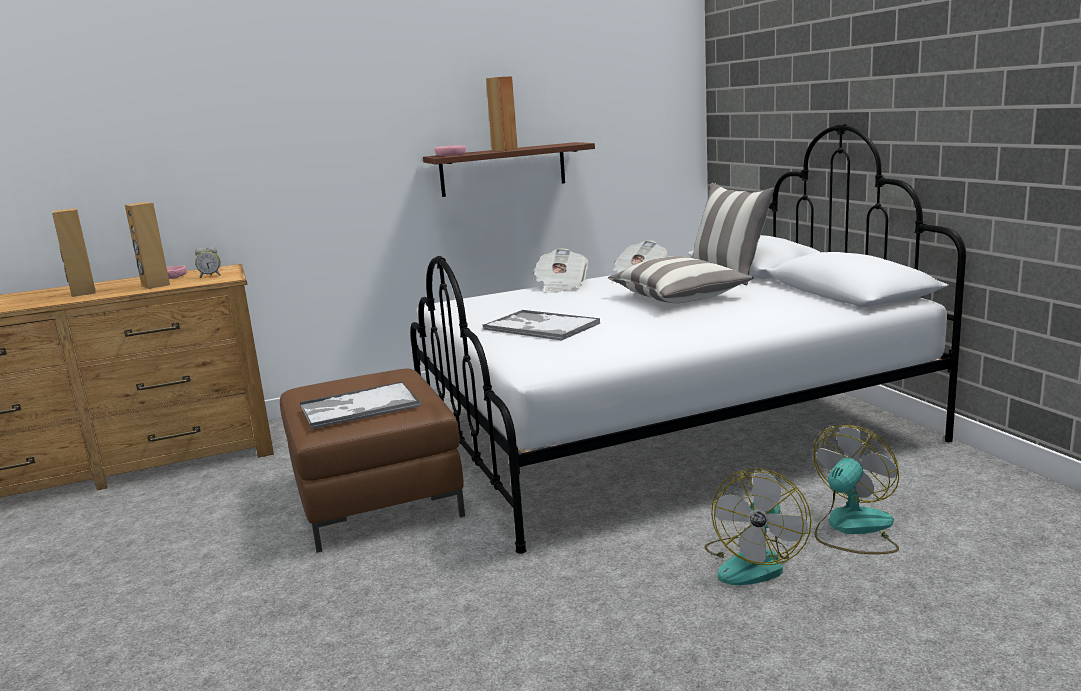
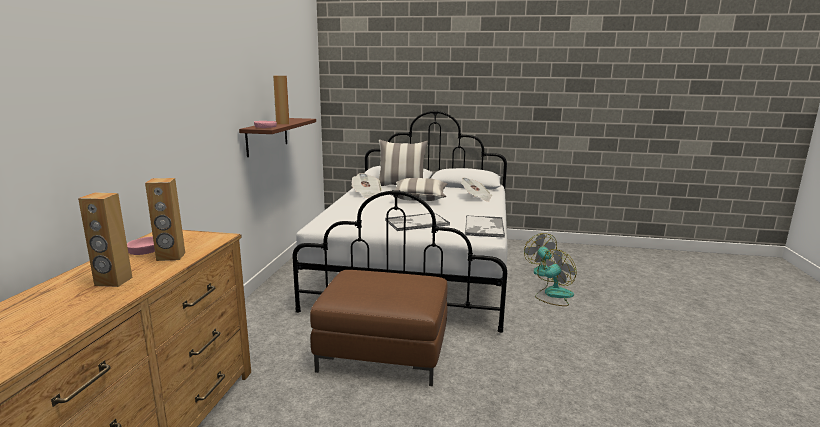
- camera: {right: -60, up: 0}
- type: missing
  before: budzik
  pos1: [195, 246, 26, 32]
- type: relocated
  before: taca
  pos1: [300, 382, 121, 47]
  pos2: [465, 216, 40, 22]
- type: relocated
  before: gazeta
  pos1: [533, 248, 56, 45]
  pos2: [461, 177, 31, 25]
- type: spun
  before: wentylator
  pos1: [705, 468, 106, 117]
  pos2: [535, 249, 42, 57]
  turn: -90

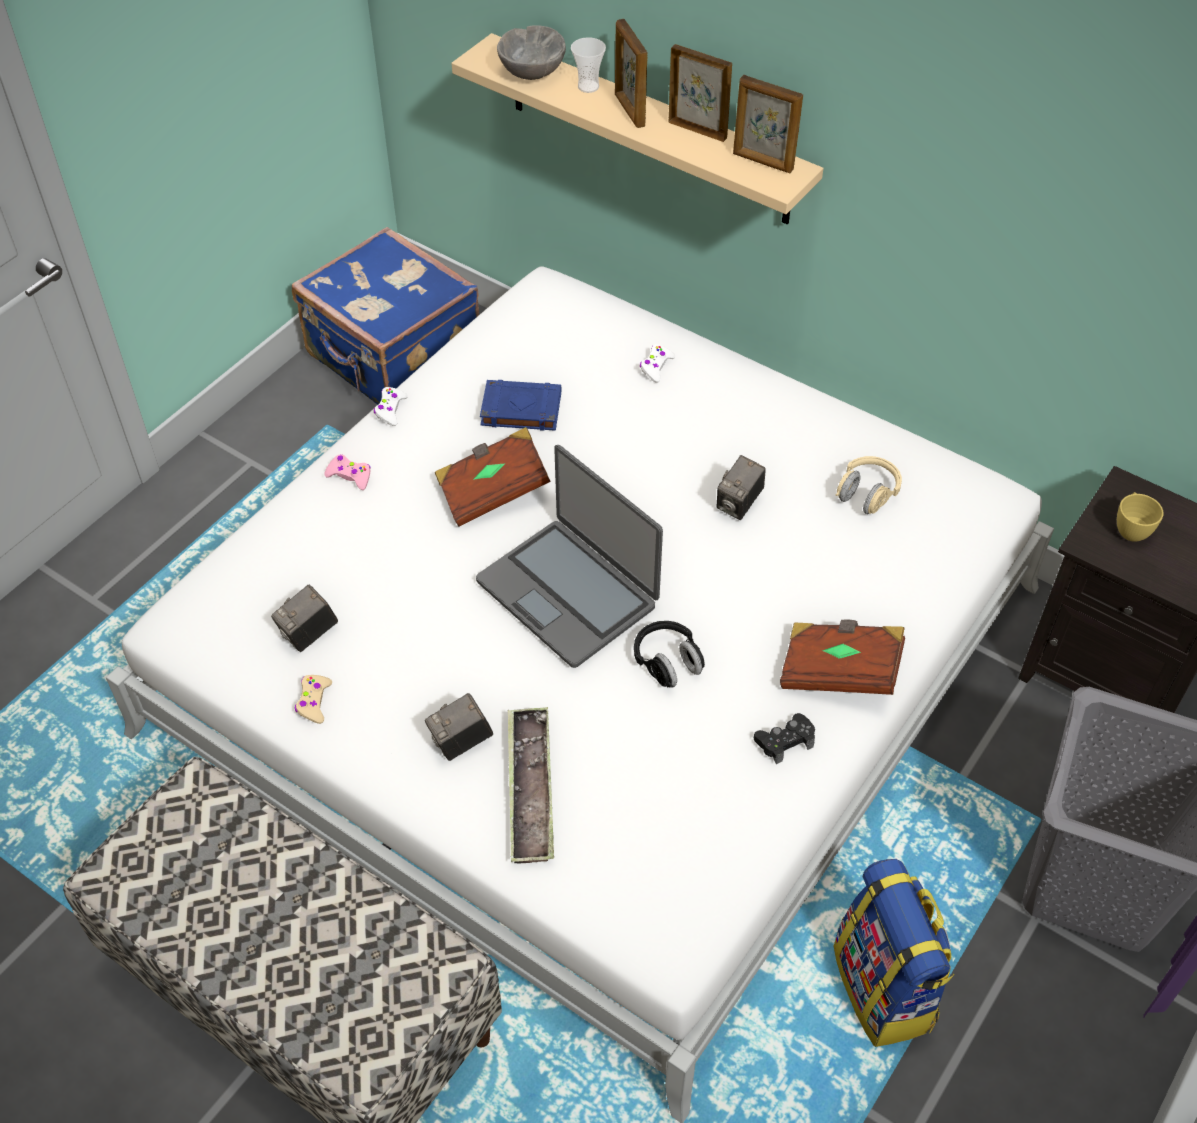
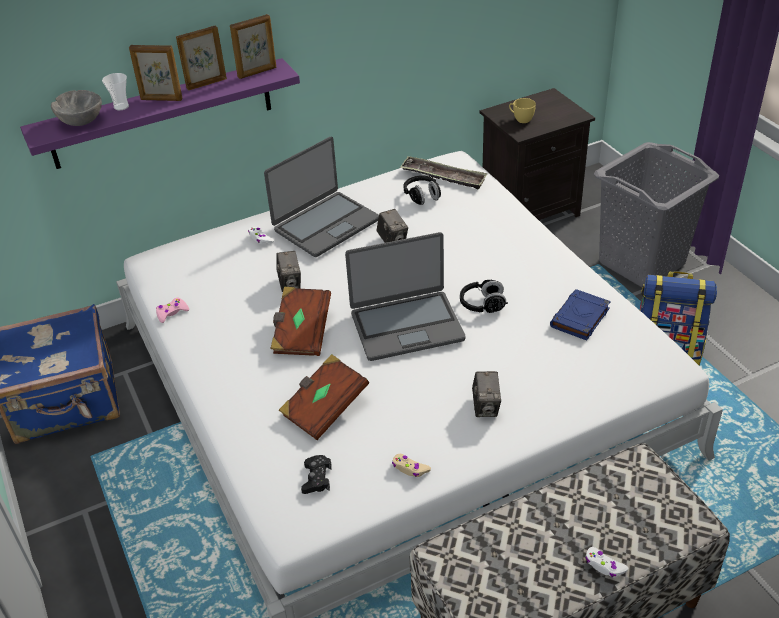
- camera: {right: -60, up: -10}
- type: appeared
  after: laptop
  pos2: [264, 137, 115, 120]
- type: relocated
  before: aparat fotograficzny
  pos1: [271, 585, 67, 67]
  pos2: [276, 251, 25, 41]
- type: relocated
  before: pad do gier [różowy]
  pos1: [324, 454, 47, 36]
  pos2: [156, 298, 33, 25]
- type: relocated
  before: pad do gier [biały]
  pos1: [374, 387, 34, 39]
  pos2: [585, 547, 44, 31]
- type: relocated
  before: książka [niebieski]
  pos1: [480, 380, 81, 51]
  pos2: [550, 289, 61, 52]
- type: relocated
  before: taca
  pos1: [508, 707, 46, 156]
  pos2: [400, 156, 87, 33]
- type: relocated
  before: pad do gier [czarny]
  pos1: [754, 713, 61, 51]
  pos2: [301, 455, 31, 39]
- type: relocated
  before: książka [brązowy]
  pos1: [780, 619, 125, 76]
  pos2: [279, 354, 90, 86]
- type: colour
  before: półka [beżowy]
  after: półka [fioletowy]
  pos1: [451, 33, 373, 192]
  pos2: [20, 58, 280, 111]
- type: colour
  before: słuchawki [beżowy]
  after: słuchawki [czarny]
  pos1: [836, 456, 66, 58]
  pos2: [404, 176, 37, 29]

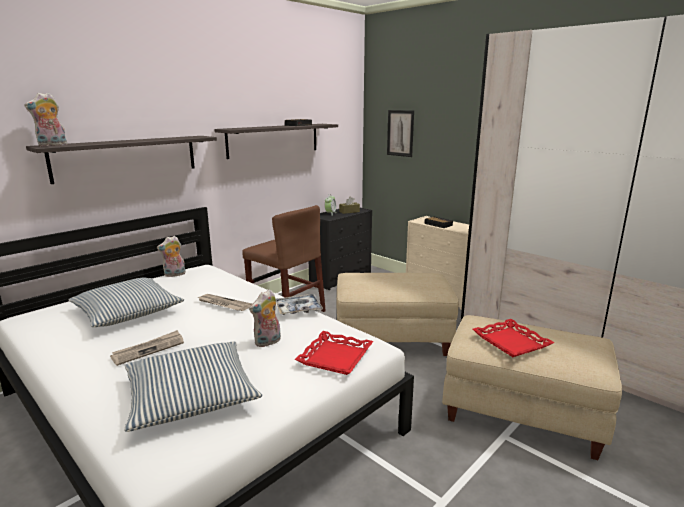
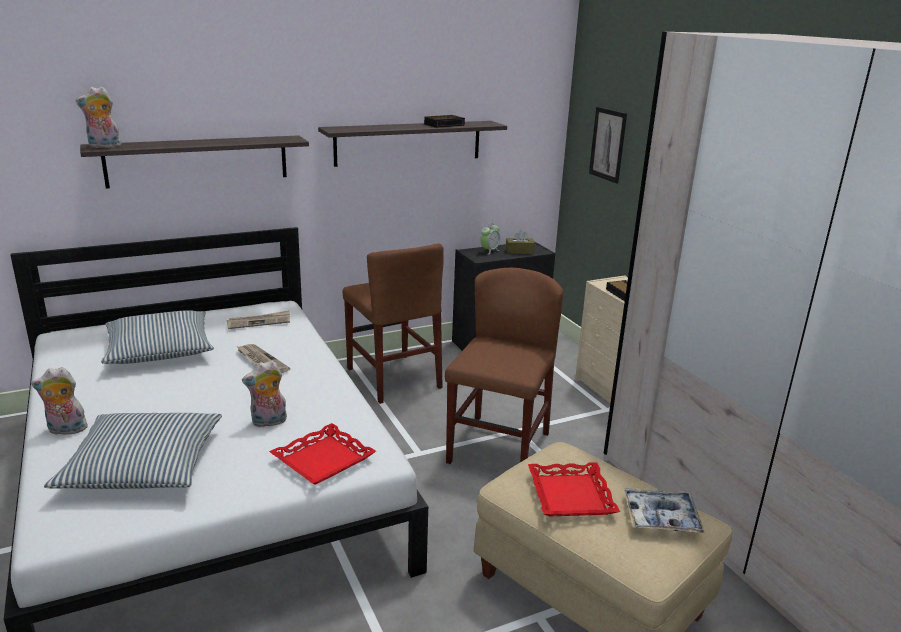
- camera: {right: 20, up: 5}
- type: relocated
  before: gazeta
  pos1: [110, 330, 74, 36]
  pos2: [227, 310, 63, 19]
- type: relocated
  before: pluszak
  pos1: [157, 236, 29, 41]
  pos2: [31, 367, 57, 68]
- type: relocated
  before: taca
  pos1: [276, 294, 47, 21]
  pos2: [624, 488, 81, 46]
- type: exchanged
  before: pufa [beżowy]
  after: krzesło [brązowy]
  pos1: [336, 273, 123, 83]
  pos2: [445, 268, 118, 196]

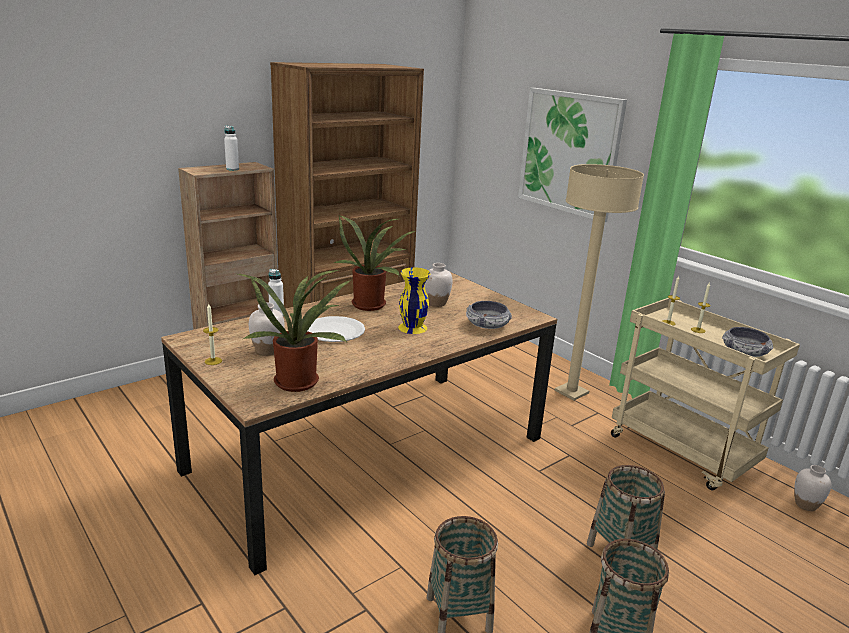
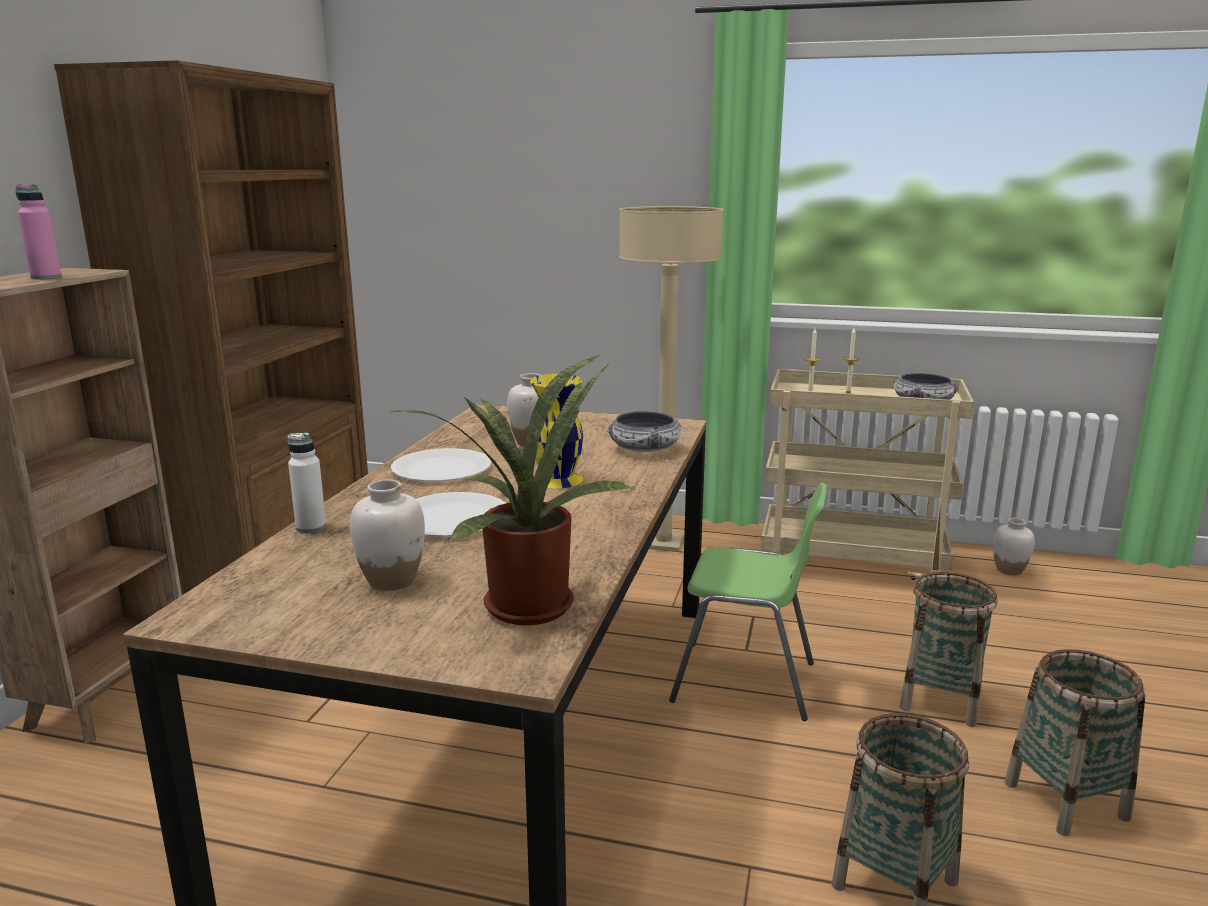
- camera: {right: -35, up: -5}
- type: missing
  before: świeca
  pos1: [203, 304, 19, 61]
- type: missing
  before: obraz
  pos1: [518, 88, 109, 134]
- type: appeared
  after: krzesło [zielony]
  pos2: [669, 482, 158, 239]
- type: exchanged
  before: roślina doniczkowa
  after: talerz [biały]
  pos1: [334, 215, 81, 96]
  pos2: [391, 448, 101, 34]
- type: colour
  before: butelka [biały]
  after: butelka [różowy]
  pos1: [224, 126, 15, 45]
  pos2: [15, 184, 47, 96]

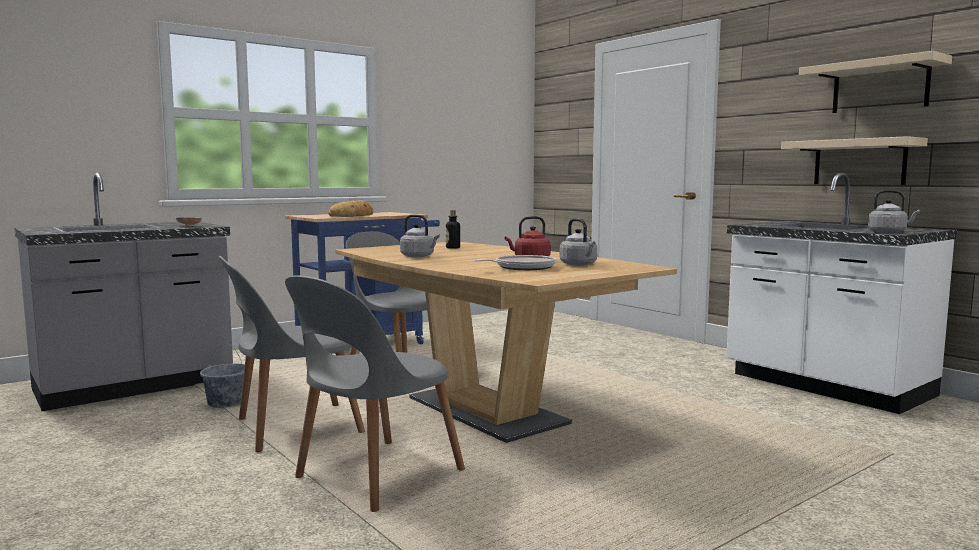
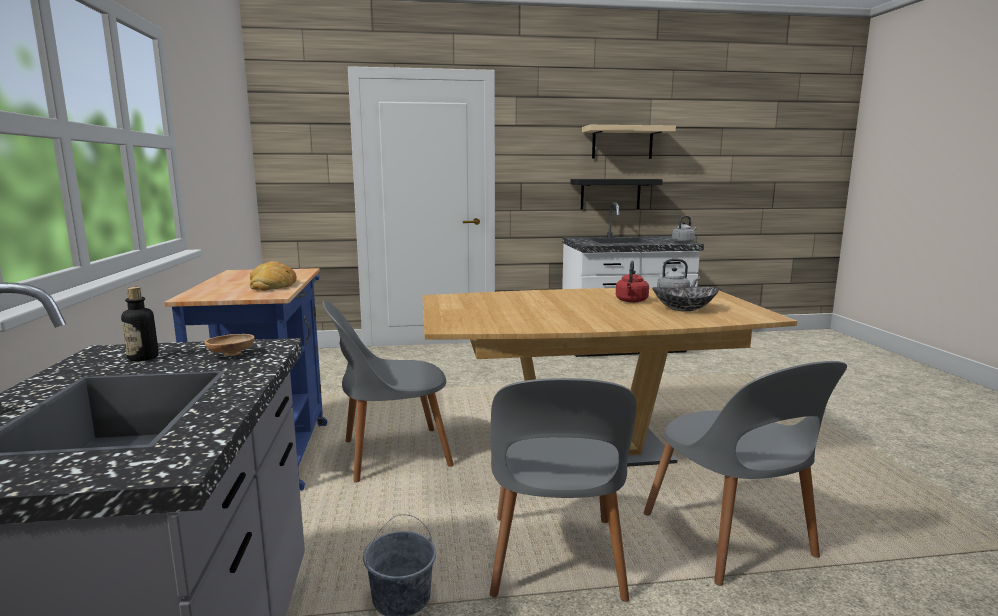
- camera: {right: -60, up: 5}
- type: missing
  before: czajnik [szary]
  pos1: [400, 214, 40, 43]
- type: relocated
  before: butelka
  pos1: [446, 210, 14, 39]
  pos2: [121, 287, 38, 74]
- type: exchanged
  before: patelnia
  after: miska
  pos1: [474, 255, 82, 15]
  pos2: [652, 287, 67, 24]
- type: colour
  before: półka [beżowy]
  after: półka [czarny]
  pos1: [781, 136, 147, 49]
  pos2: [570, 179, 93, 30]

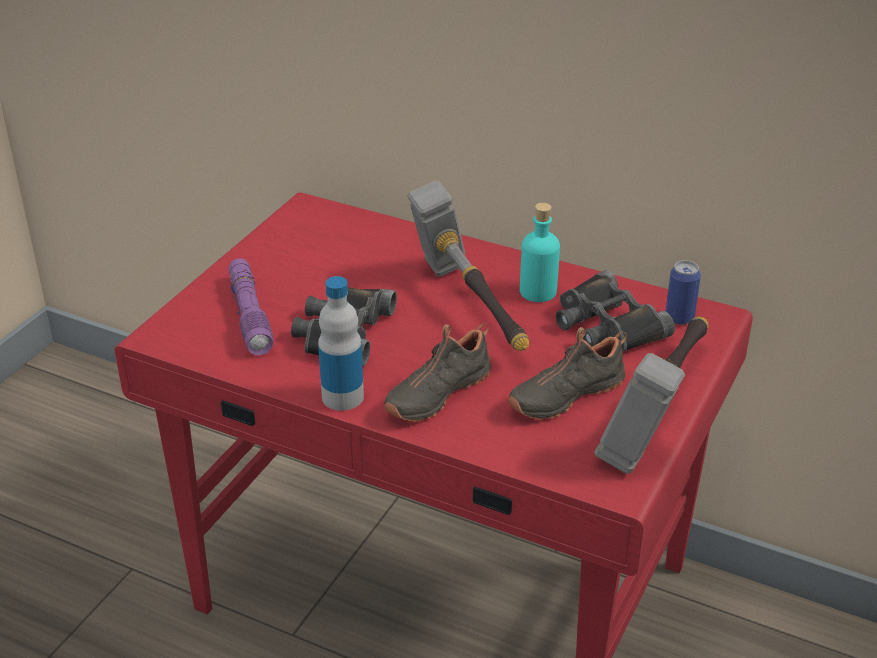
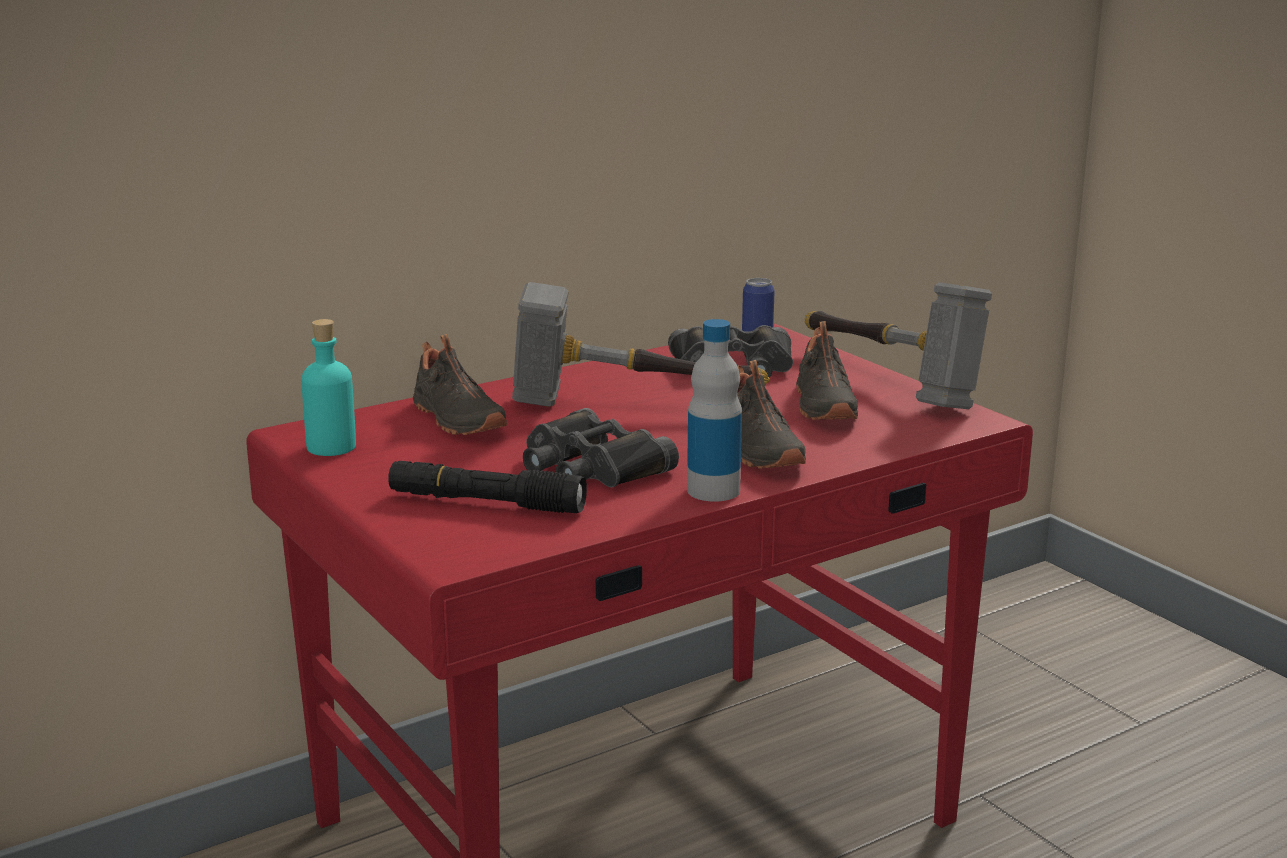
- camera: {right: -60, up: -15}
- type: appeared
  after: but [czarny]
  pos2: [413, 334, 94, 101]
- type: relocated
  before: butelka [turkusowy]
  pos1: [520, 203, 40, 99]
  pos2: [301, 319, 55, 137]
- type: colour
  before: latarka [fioletowy]
  after: latarka [czarny]
  pos1: [228, 258, 45, 97]
  pos2: [388, 461, 199, 52]

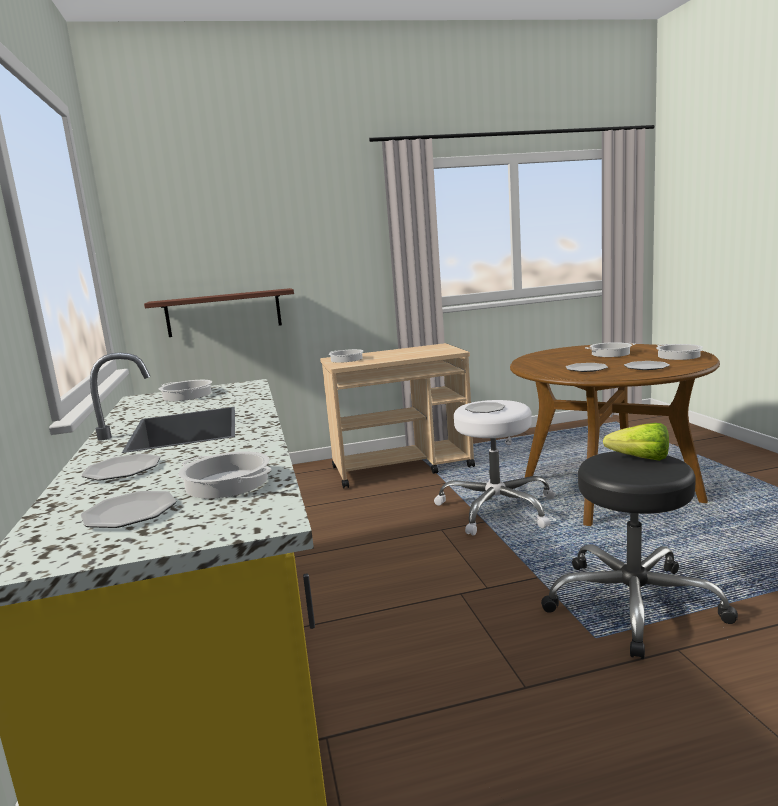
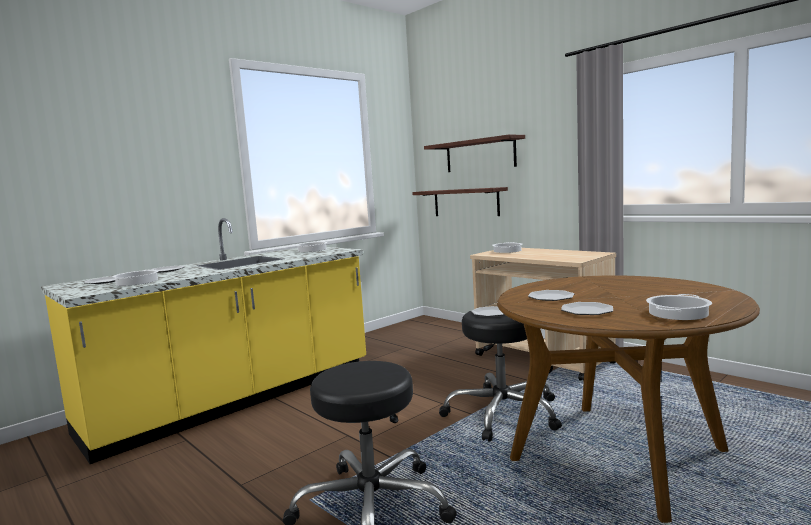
- camera: {right: 60, up: -5}
- type: missing
  before: garnek
  pos1: [585, 342, 51, 15]
- type: missing
  before: sałata
  pos1: [603, 423, 66, 38]
- type: appeared
  after: półka
  pos2: [424, 134, 101, 38]
- type: colour
  before: stołek [biały]
  after: stołek [czarny]
  pos1: [434, 400, 121, 136]
  pos2: [439, 311, 123, 131]

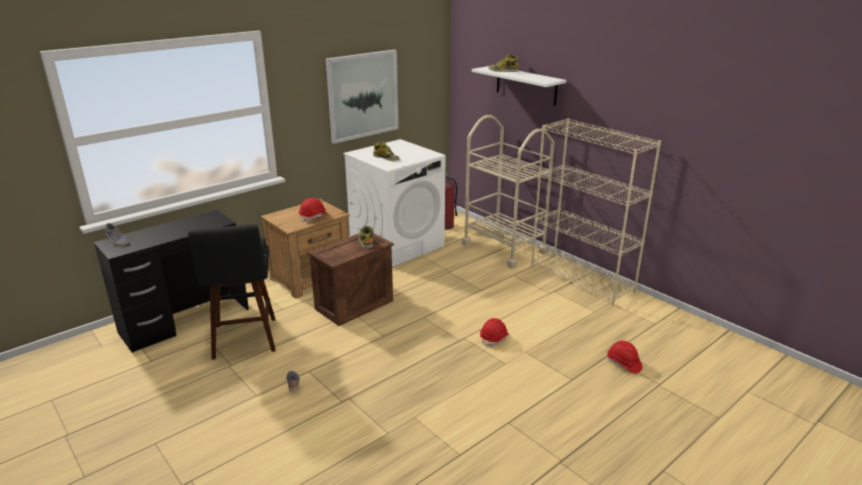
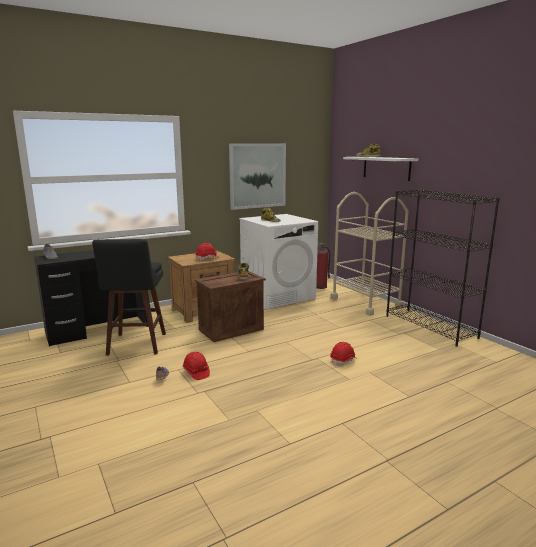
- camera: {right: 10, up: -10}
- type: relocated
  before: kask [czerwony]
  pos1: [607, 341, 36, 33]
  pos2: [183, 352, 27, 28]
- type: colour
  before: regał [beżowy]
  after: regał [czarny]
  pos1: [531, 118, 130, 188]
  pos2: [386, 189, 114, 158]

